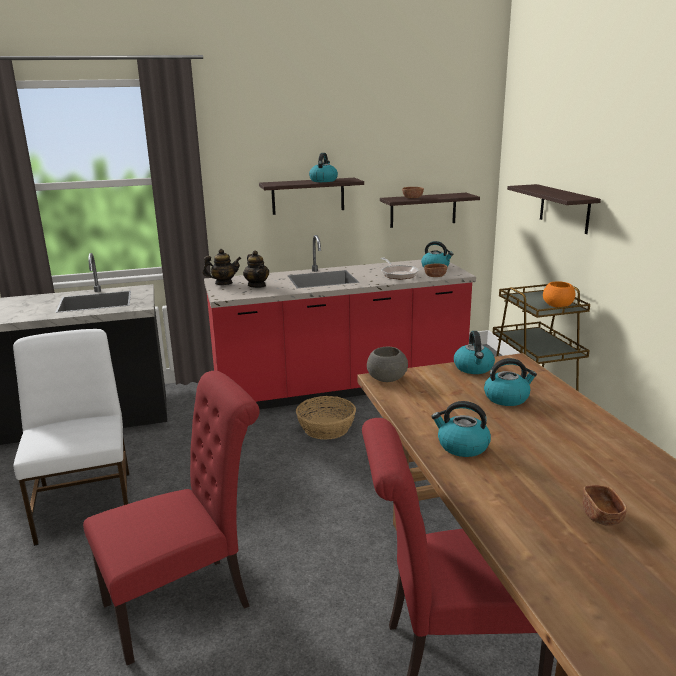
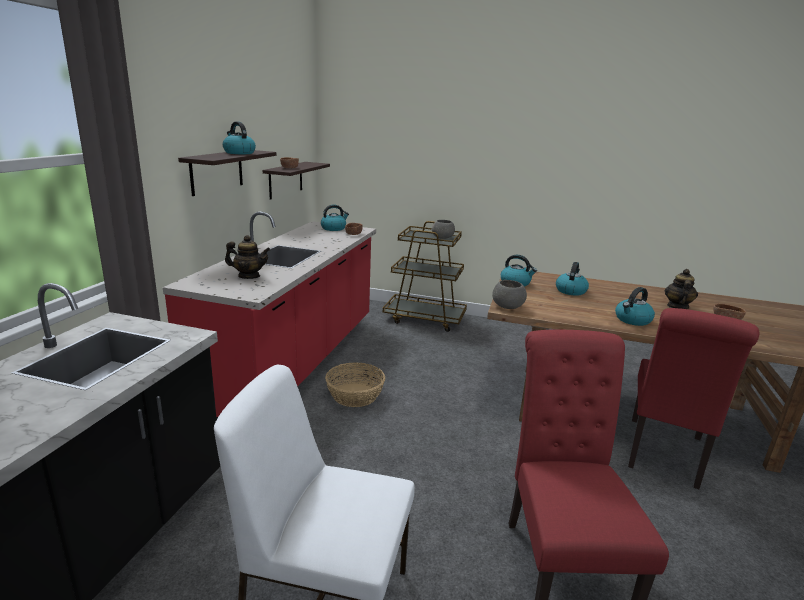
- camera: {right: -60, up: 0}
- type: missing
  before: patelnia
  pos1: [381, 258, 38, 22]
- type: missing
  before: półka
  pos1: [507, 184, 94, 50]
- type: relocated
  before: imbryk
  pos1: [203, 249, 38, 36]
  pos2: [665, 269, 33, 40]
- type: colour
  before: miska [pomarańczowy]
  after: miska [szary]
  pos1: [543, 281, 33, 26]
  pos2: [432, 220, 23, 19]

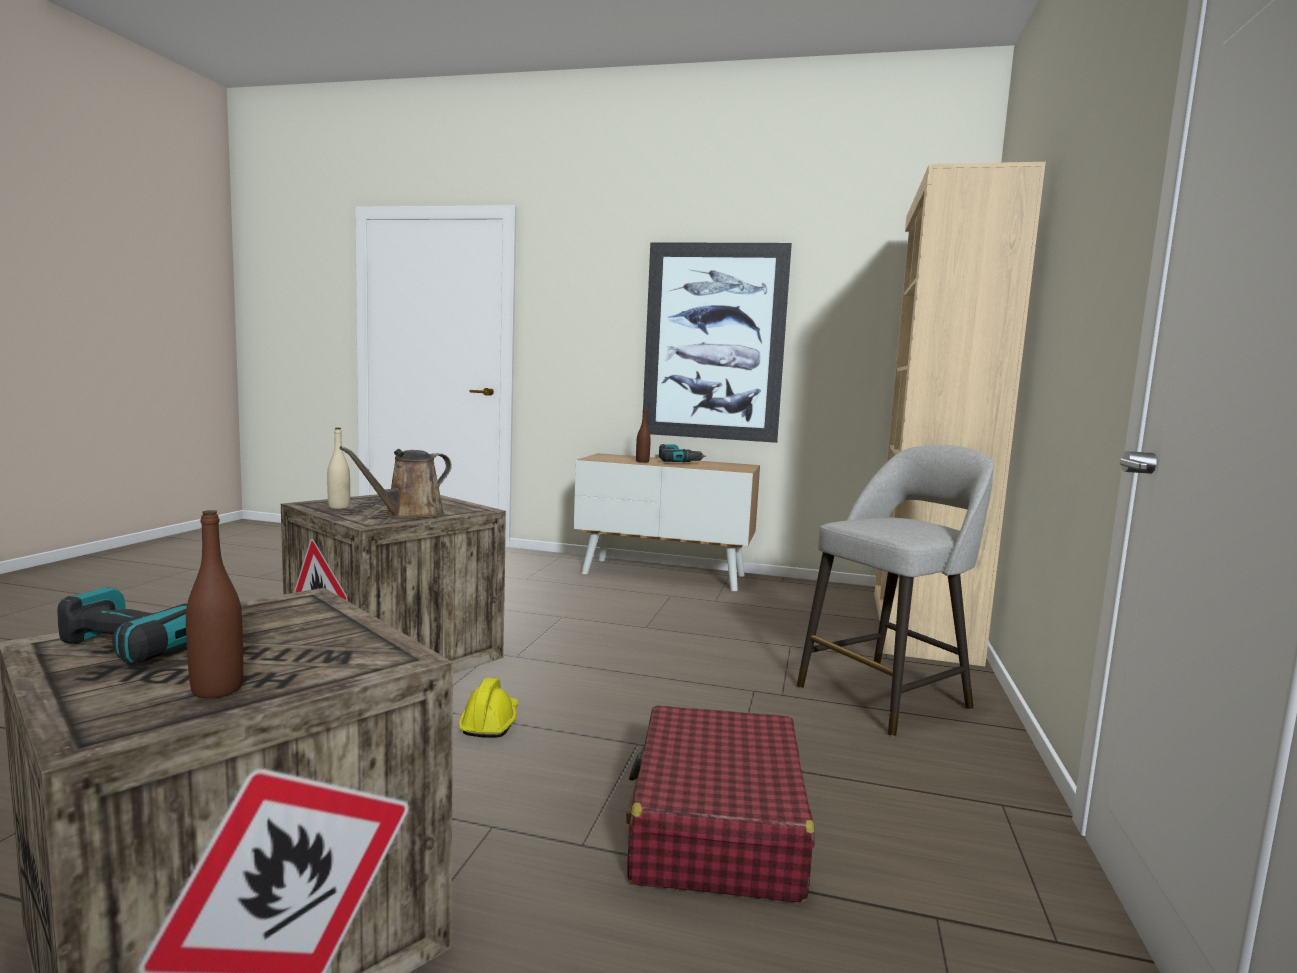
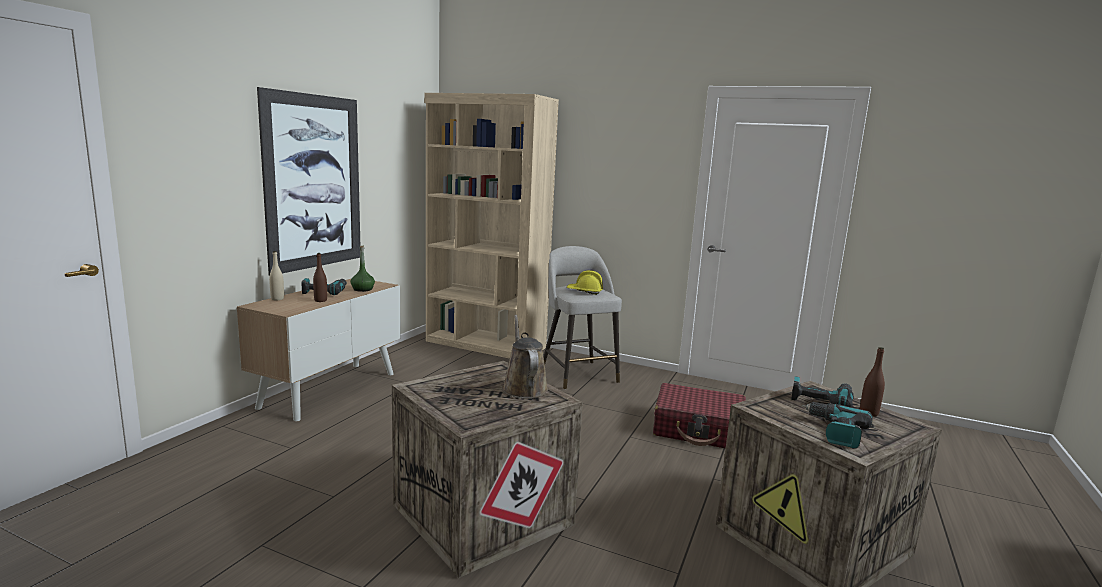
- camera: {right: -80, up: 5}
- type: appeared
  after: butelka [zielony]
  pos2: [350, 246, 25, 46]
- type: appeared
  after: wiertarka
  pos2: [791, 376, 63, 31]
- type: relocated
  before: butelka [beżowy]
  pos1: [327, 428, 23, 81]
  pos2: [269, 251, 15, 49]
- type: relocated
  before: kask [żółty]
  pos1: [459, 677, 59, 61]
  pos2: [567, 270, 36, 25]
- type: spun
  before: konewka [brązowy]
  pos1: [339, 446, 113, 73]
  pos2: [502, 315, 46, 84]
  turn: -150

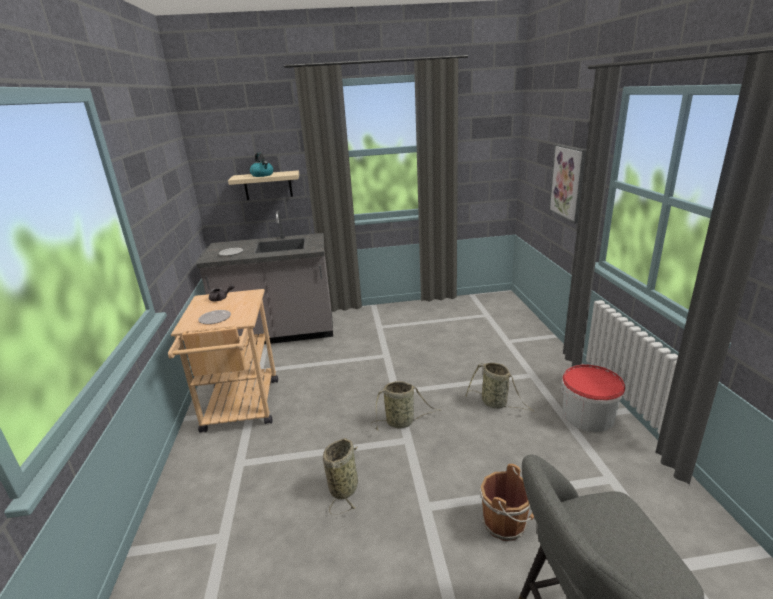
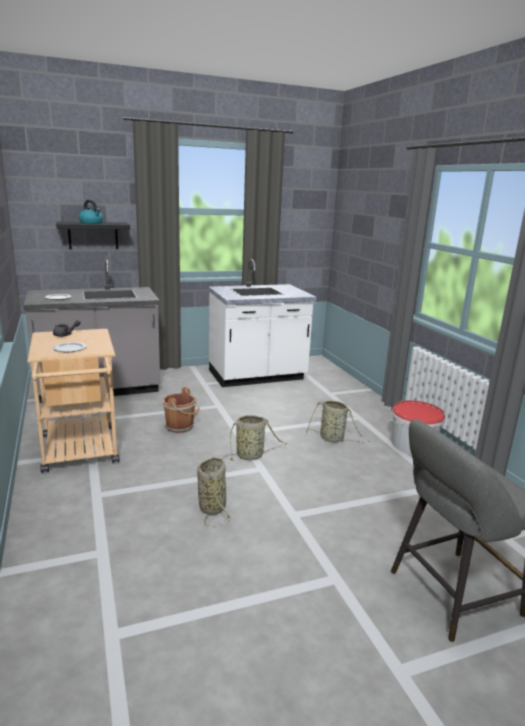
- camera: {right: -15, up: -5}
- type: missing
  before: obraz
  pos1: [549, 144, 37, 80]
- type: appeared
  after: zabudowa kuchenna [biały]
  pos2: [208, 259, 108, 128]
- type: relocated
  before: wiadro [brązowy]
  pos1: [480, 464, 54, 77]
  pos2: [162, 387, 38, 46]
- type: colour
  before: półka [beżowy]
  after: półka [czarny]
  pos1: [228, 170, 71, 30]
  pos2: [56, 222, 74, 27]

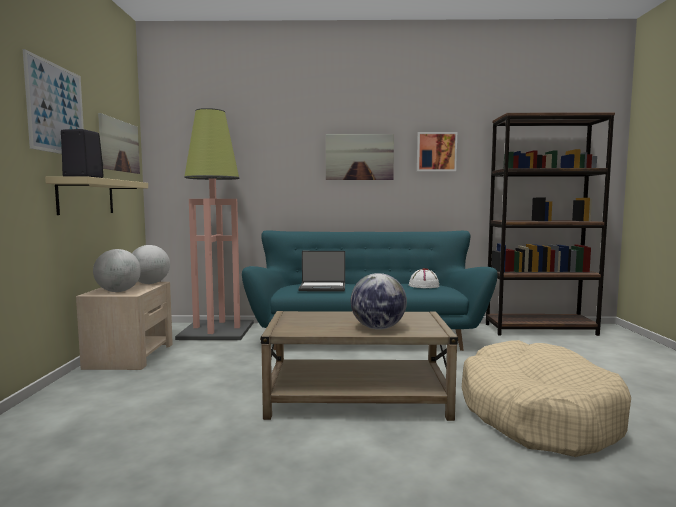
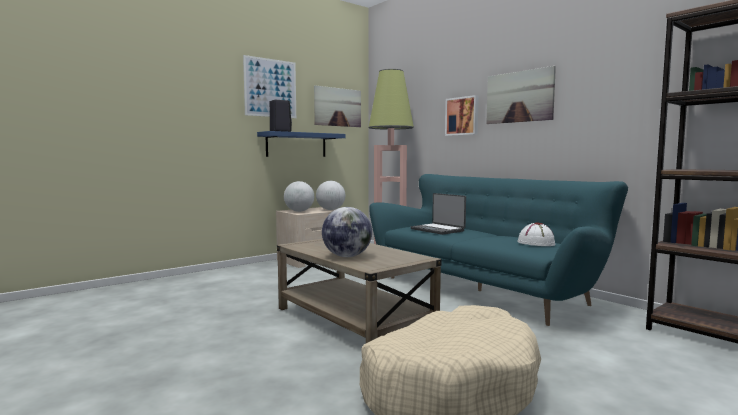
- camera: {right: 50, up: 0}
- type: relocated
  before: obraz
  pos1: [417, 132, 40, 40]
  pos2: [445, 95, 34, 41]
- type: colour
  before: półka [beżowy]
  after: półka [niebieski]
  pos1: [45, 176, 103, 39]
  pos2: [257, 131, 89, 26]

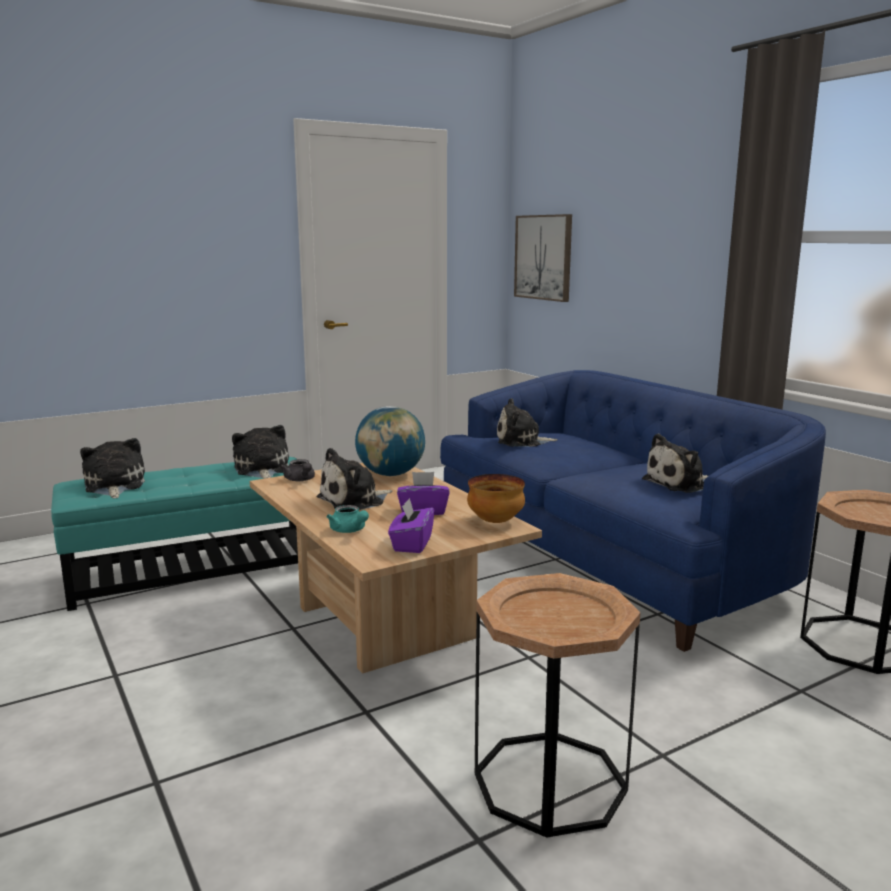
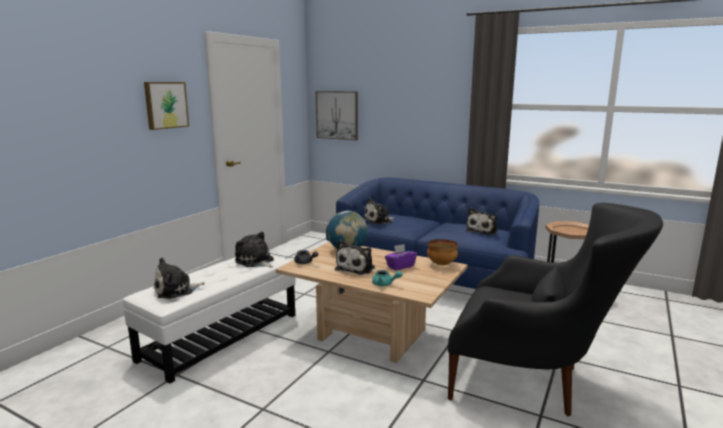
- camera: {right: -30, up: 0}
- type: missing
  before: pudełko chusteczek [fioletowy]
  pos1: [388, 498, 47, 55]
- type: appeared
  after: obraz
  pos2: [144, 82, 45, 48]
- type: exchanged
  before: stolik [brązowy]
  after: fotel [czarny]
  pos1: [475, 573, 165, 265]
  pos2: [448, 203, 215, 213]
- type: colour
  before: pufa [turkusowy]
  after: pufa [biały]
  pos1: [51, 457, 247, 154]
  pos2: [123, 255, 173, 129]
- type: spun
  before: pluszak
  pos1: [80, 438, 65, 60]
  pos2: [154, 257, 51, 42]
  turn: -75

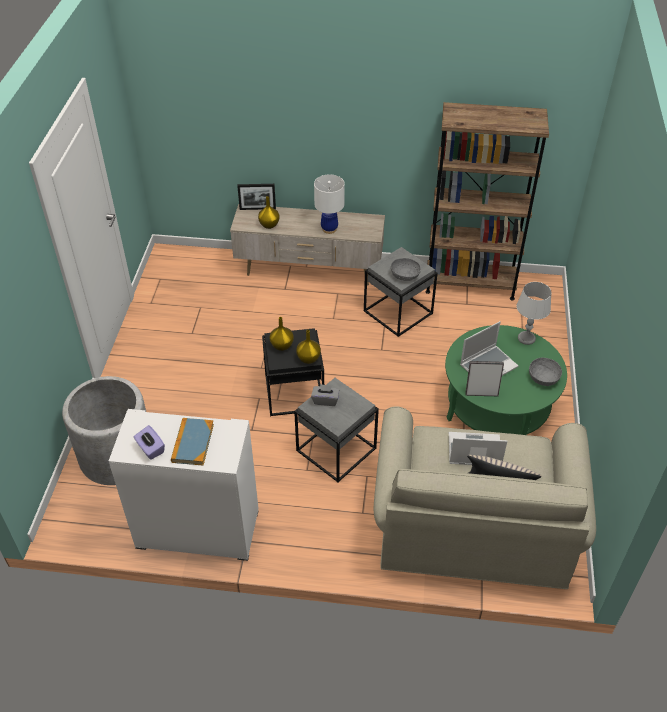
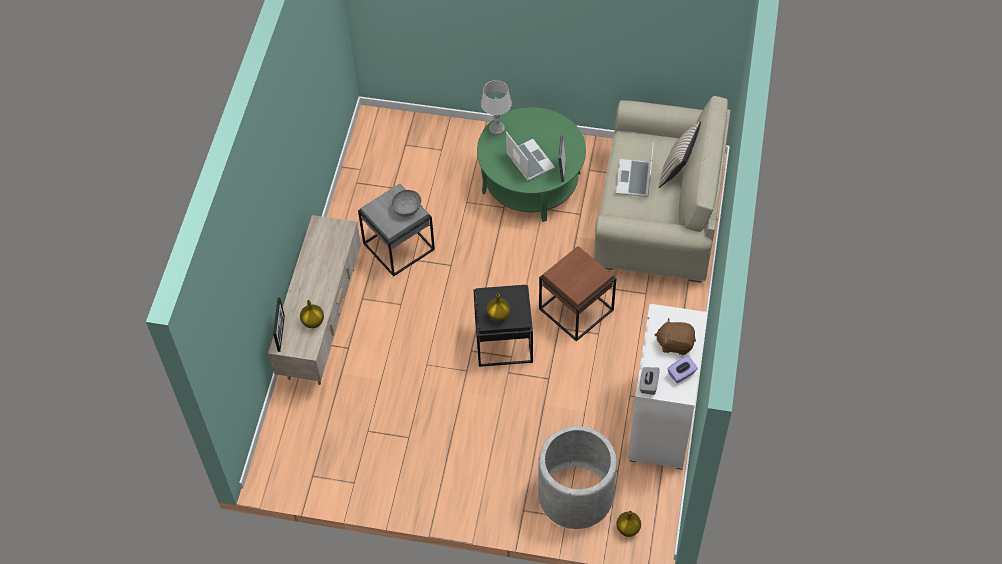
- camera: {right: -85, up: 10}
- type: missing
  before: lampa stołowa [biały]
  pos1: [314, 174, 31, 60]
- type: missing
  before: regał [brązowy]
  pos1: [425, 102, 124, 199]
- type: missing
  before: miska [szary]
  pos1: [529, 357, 33, 29]
- type: relocated
  before: wazon [żółty]
  pos1: [296, 330, 25, 34]
  pos2: [616, 510, 25, 27]
- type: relocated
  before: pudełko chusteczek [szary]
  pos1: [311, 384, 28, 22]
  pos2: [640, 367, 19, 28]
- type: exchanged
  before: książka
  after: pluszak [brązowy]
  pos1: [171, 418, 43, 48]
  pos2: [655, 318, 41, 37]
- type: colour
  before: stolik [szary]
  after: stolik [brązowy]
  pos1: [294, 378, 85, 104]
  pos2: [539, 246, 78, 96]

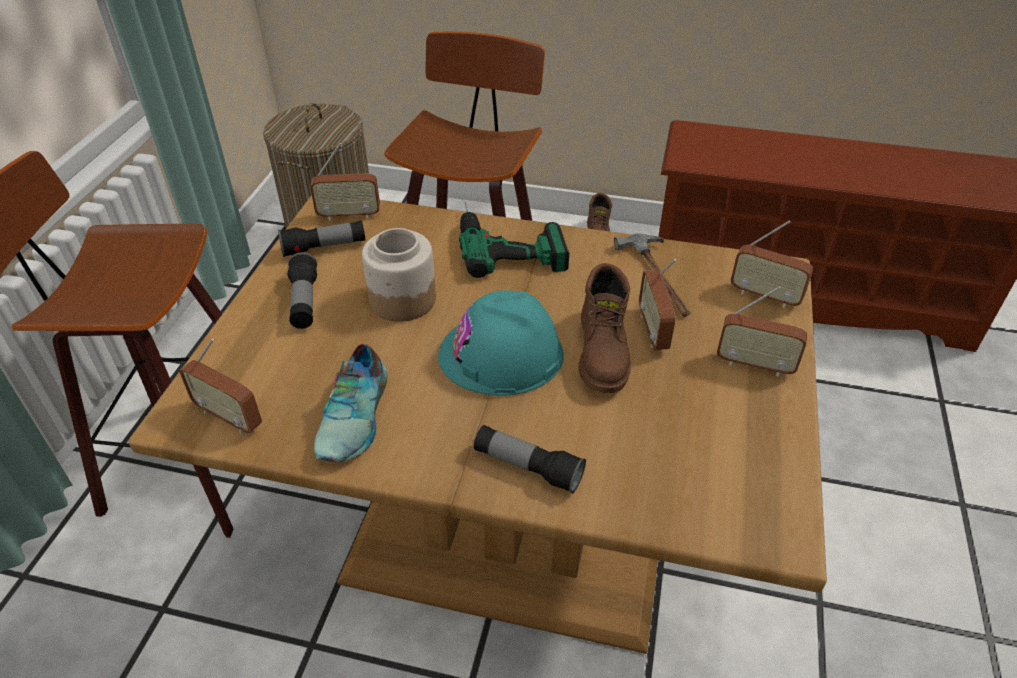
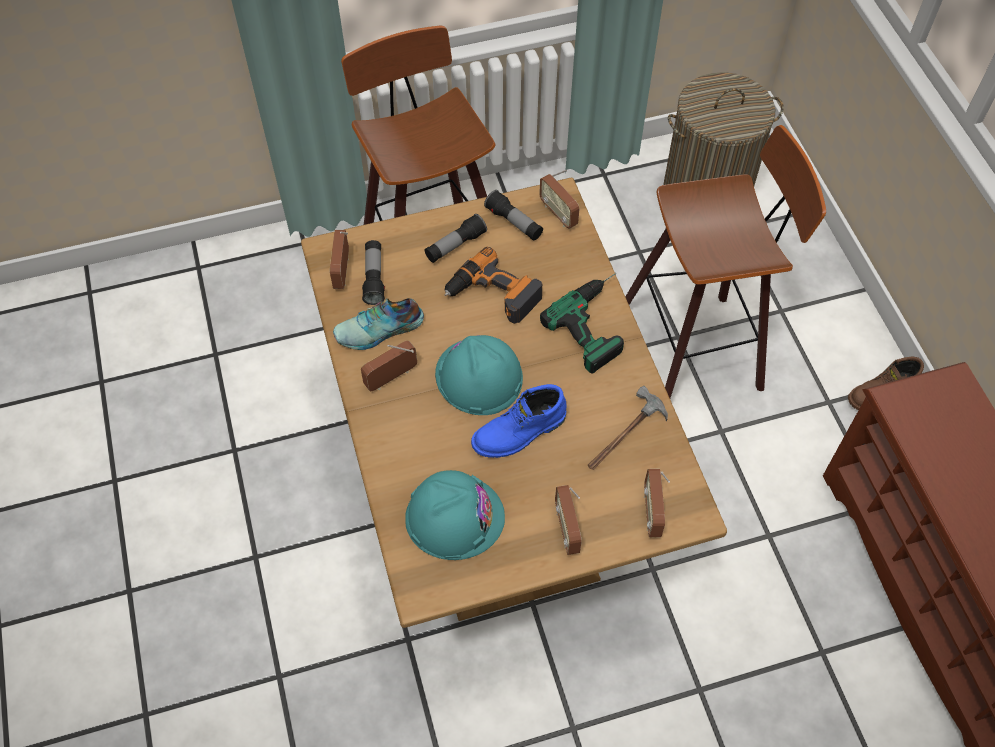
- camera: {right: 60, up: 15}
- type: appeared
  after: kask [turkusowy]
  pos2: [405, 470, 100, 90]
- type: relocated
  before: latarka
  pos1: [474, 425, 112, 69]
  pos2: [362, 240, 23, 65]
- type: relocated
  before: radio
  pos1: [639, 259, 37, 91]
  pos2: [361, 340, 56, 52]
- type: exchanged
  before: słoik
  after: wiertarka
  pos1: [362, 228, 74, 94]
  pos2: [445, 247, 97, 77]
- type: colour
  before: but z cholewką [brązowy]
  after: but z cholewką [niebieski]
  pos1: [579, 263, 52, 130]
  pos2: [471, 384, 96, 74]

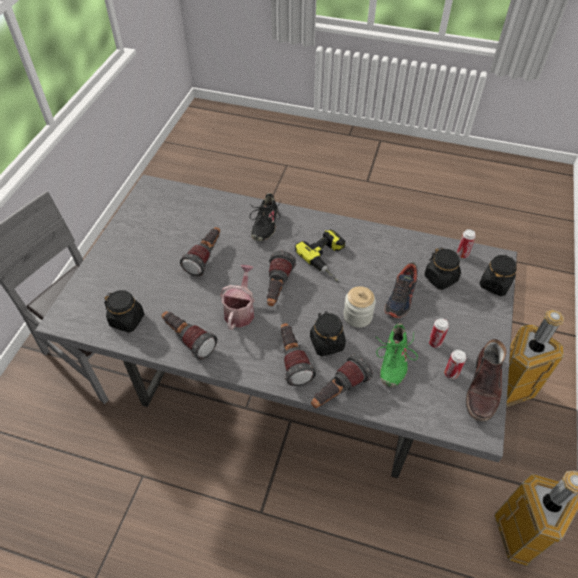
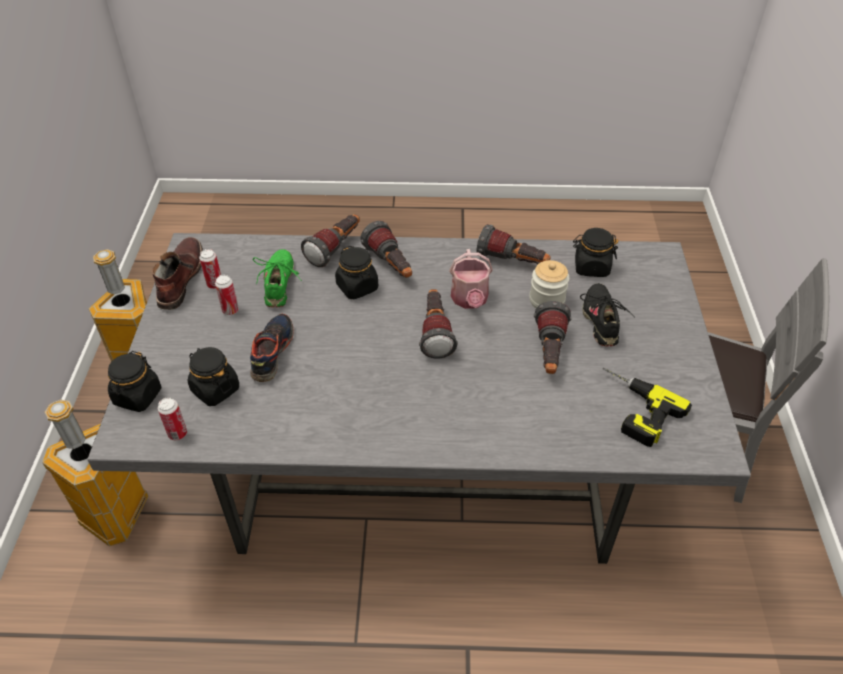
- camera: {right: 165, up: -5}
- type: relocated
  before: but [czarny]
  pos1: [249, 193, 32, 48]
  pos2: [580, 283, 55, 64]
- type: relocated
  before: wiertarka
  pos1: [295, 229, 50, 54]
  pos2: [602, 368, 90, 79]
- type: relocated
  before: słoik
  pos1: [343, 286, 33, 42]
  pos2: [529, 260, 40, 48]

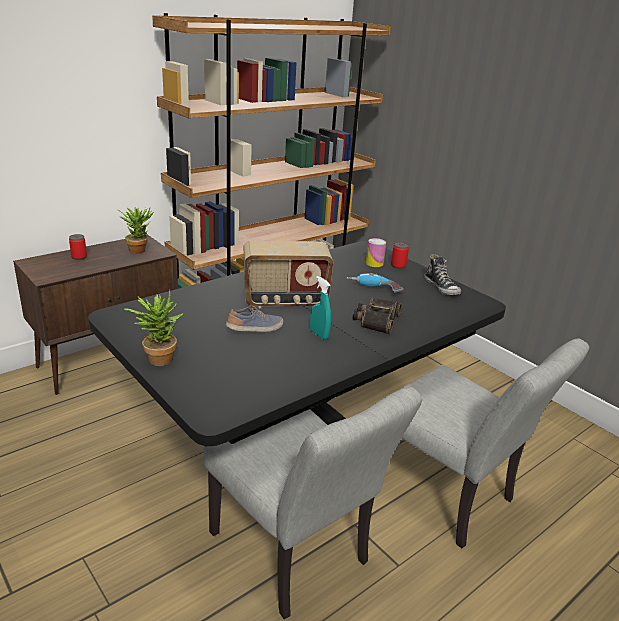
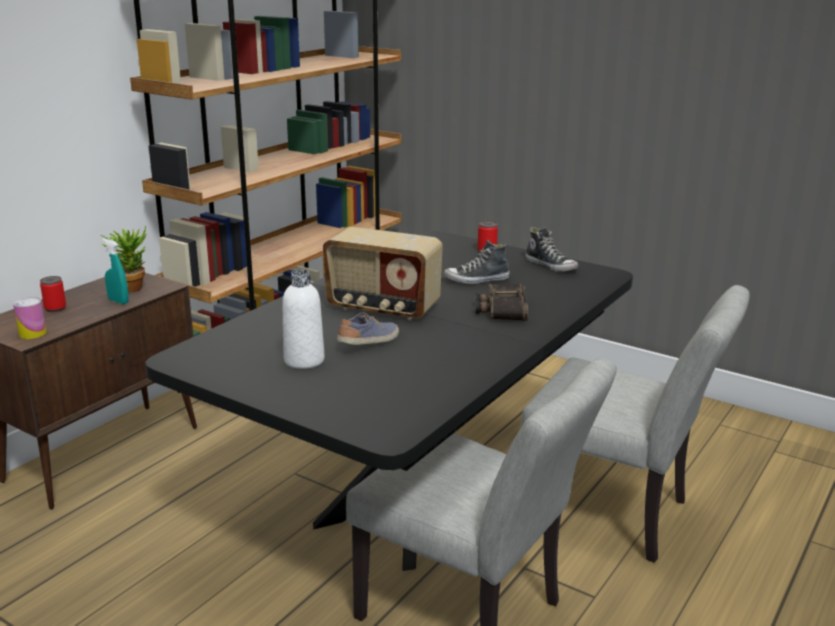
- camera: {right: -15, up: -5}
- type: missing
  before: roślina doniczkowa
  pos1: [124, 289, 59, 77]
- type: appeared
  after: butelka [biały]
  pos2: [283, 270, 41, 99]
- type: relocated
  before: spryskiwacz [turkusowy]
  pos1: [310, 276, 21, 64]
  pos2: [103, 239, 26, 65]
- type: relocated
  before: puszka
  pos1: [366, 238, 20, 29]
  pos2: [13, 297, 34, 42]
- type: exchanged
  before: wiertarka
  after: but
  pos1: [347, 273, 57, 20]
  pos2: [444, 240, 66, 44]
- type: spun
  before: radio
  pos1: [244, 241, 89, 67]
  pos2: [323, 227, 120, 93]
  turn: 45

